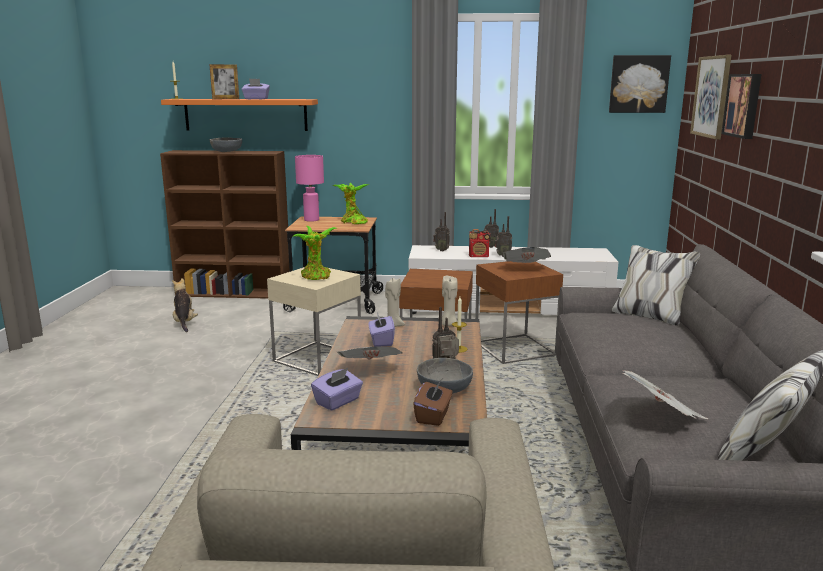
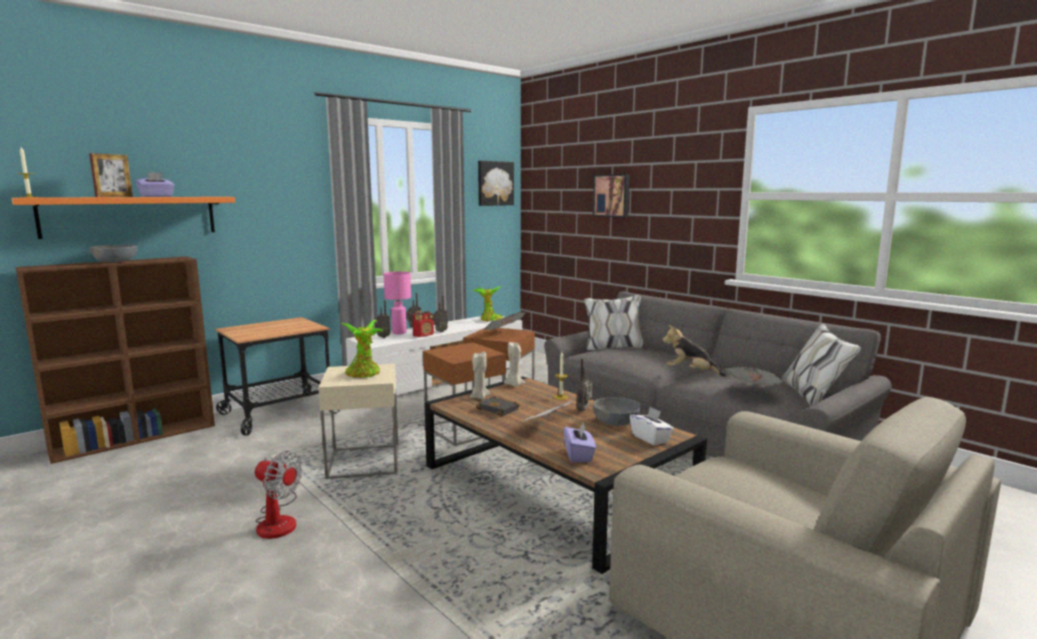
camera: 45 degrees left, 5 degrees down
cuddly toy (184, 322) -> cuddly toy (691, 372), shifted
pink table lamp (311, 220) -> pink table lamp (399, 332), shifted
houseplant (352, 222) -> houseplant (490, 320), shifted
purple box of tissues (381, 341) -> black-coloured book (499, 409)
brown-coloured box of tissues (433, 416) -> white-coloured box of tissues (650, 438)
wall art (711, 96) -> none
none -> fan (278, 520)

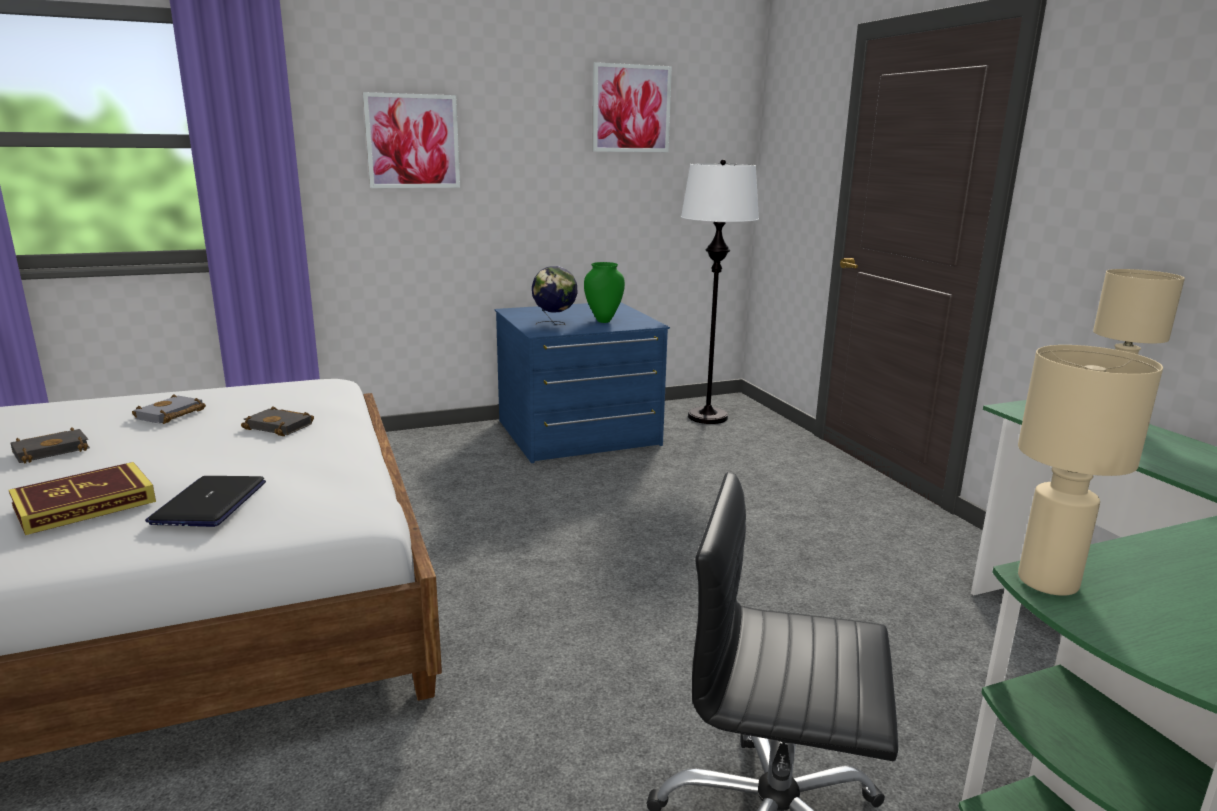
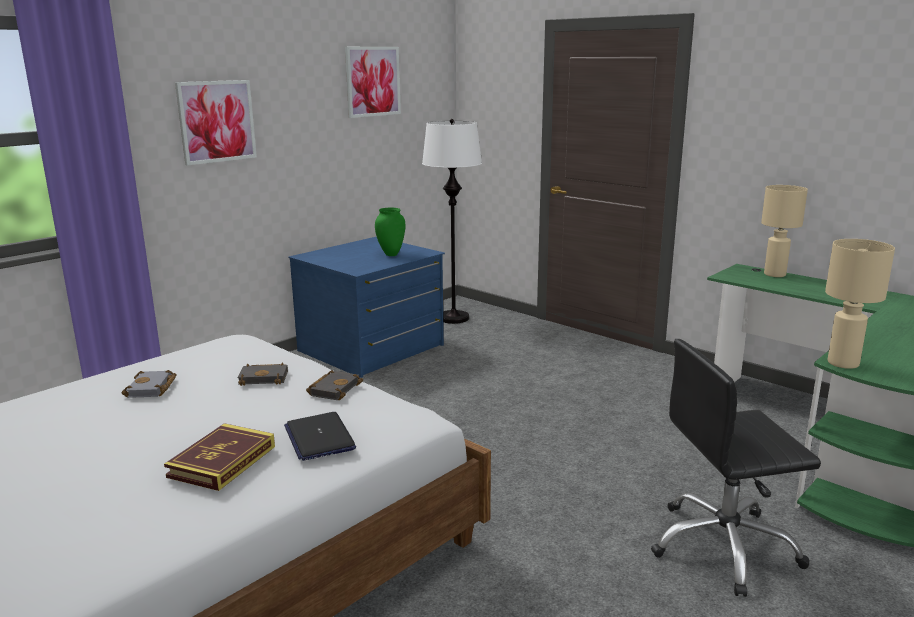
camera: 25 degrees left, 0 degrees up
black-coloured book (53, 450) -> black-coloured book (334, 389), shifted
world globe (554, 324) -> none

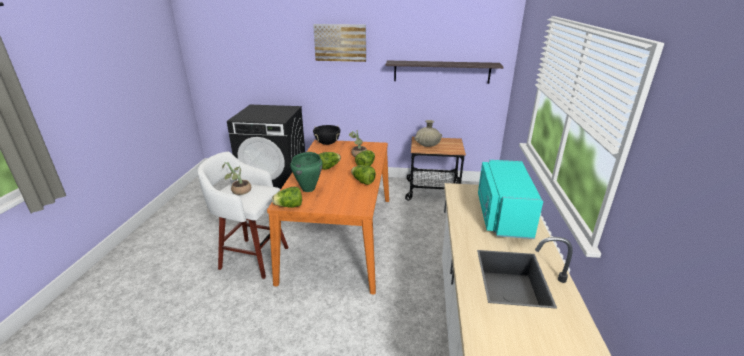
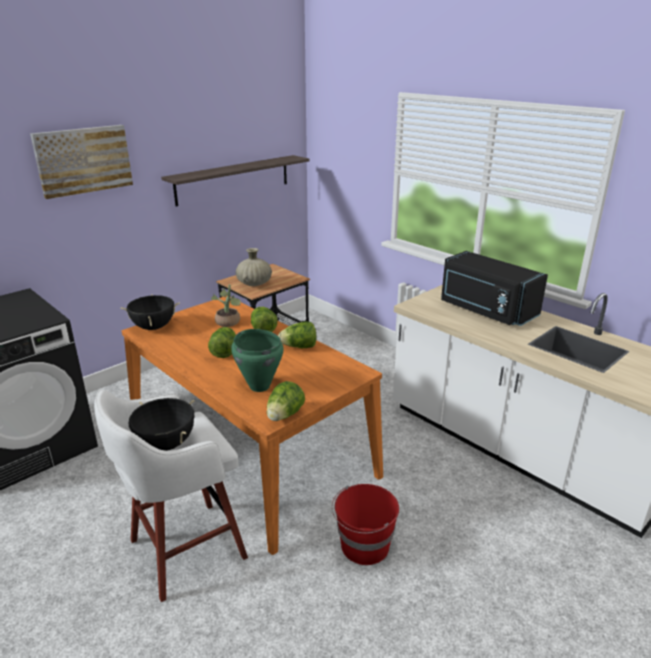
camera: 50 degrees left, 0 degrees up
houseplant (239, 191) -> black-coloured stockpot (166, 444)
blue-green microwave oven (501, 215) -> black-coloured microwave oven (485, 310)
none -> red-coloured pail (364, 546)

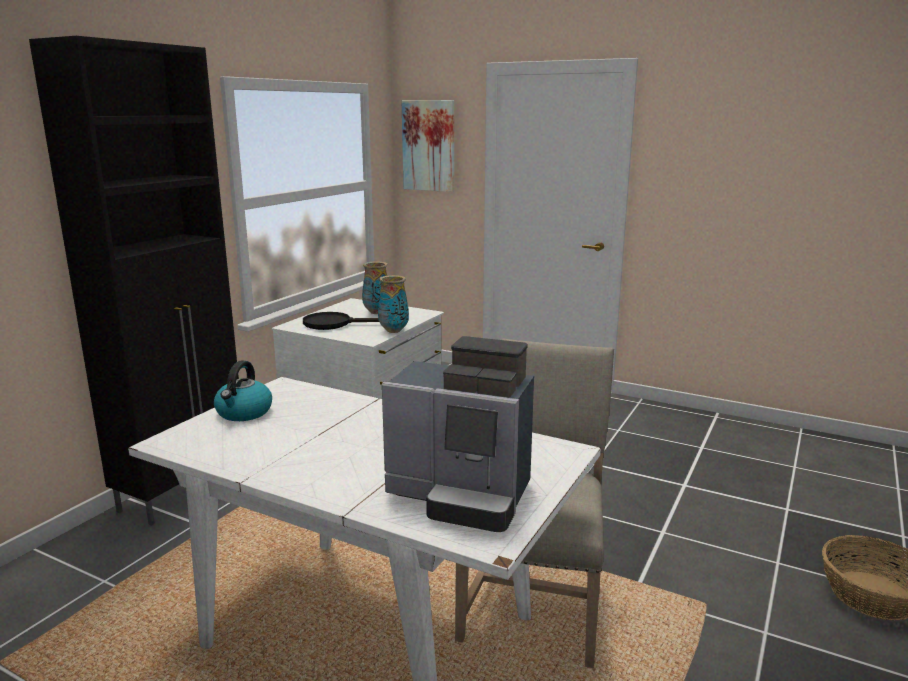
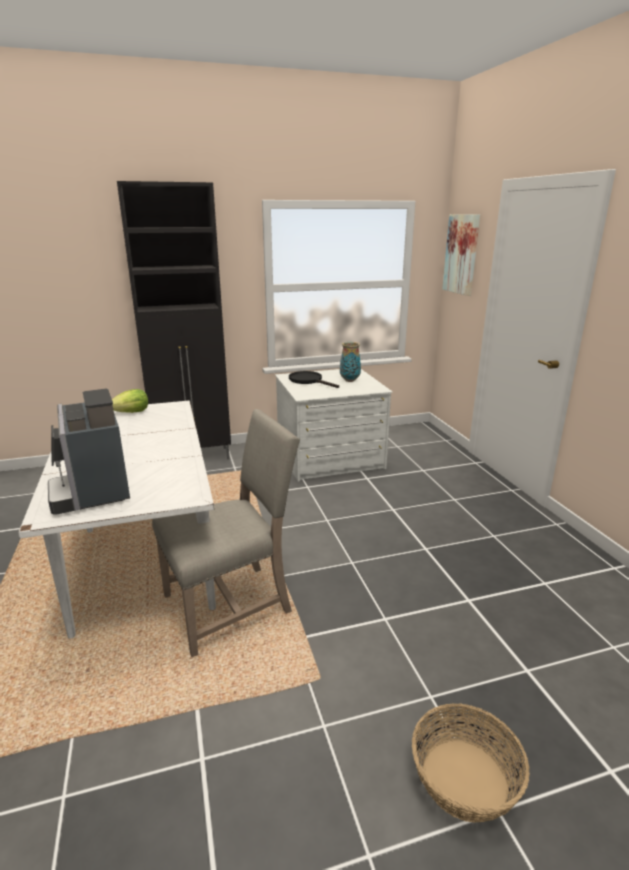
camera: 45 degrees right, 5 degrees up
kettle (244, 413) -> lettuce (131, 412)
decorative vase (394, 331) -> none

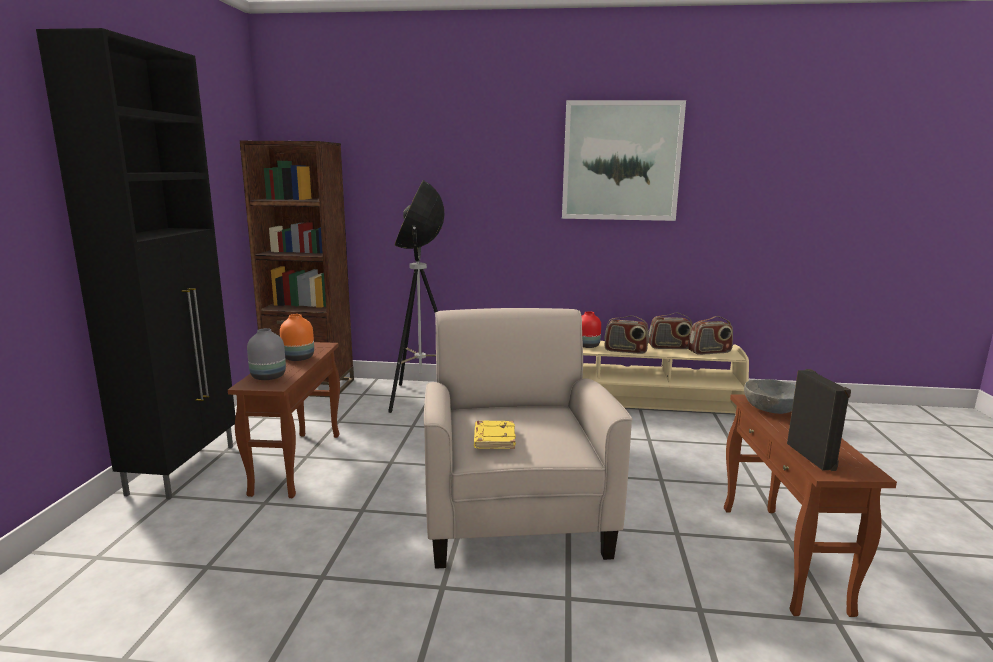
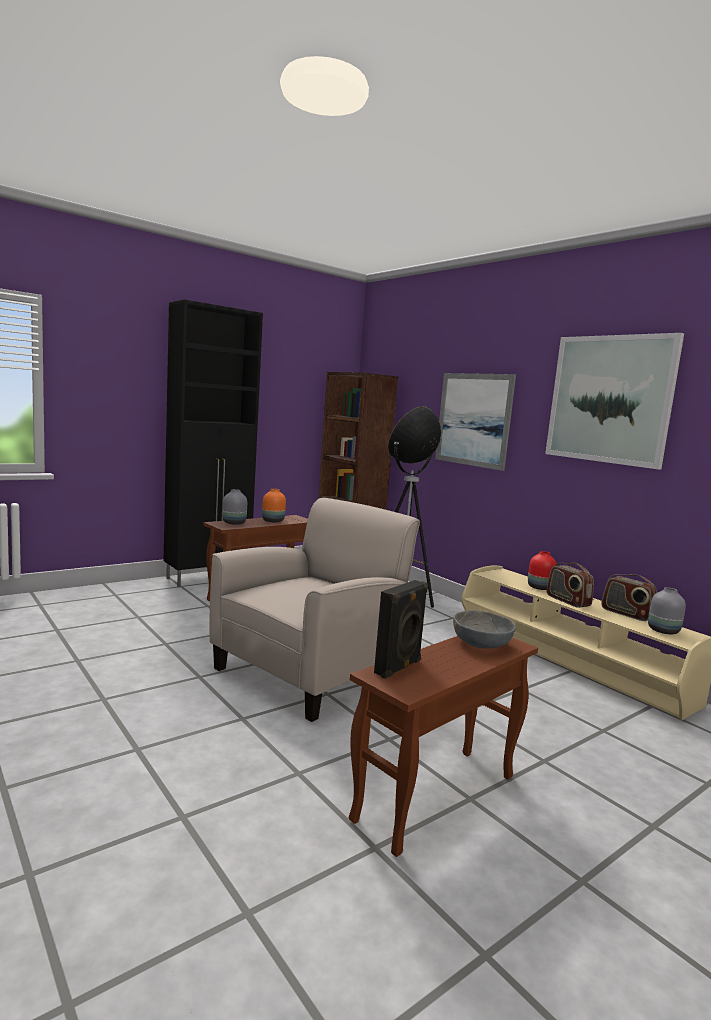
camera: 45 degrees right, 5 degrees down
yellow book (493, 439) -> none
radio set (709, 352) -> gray decorative vase (664, 631)
none -> wall art (473, 419)

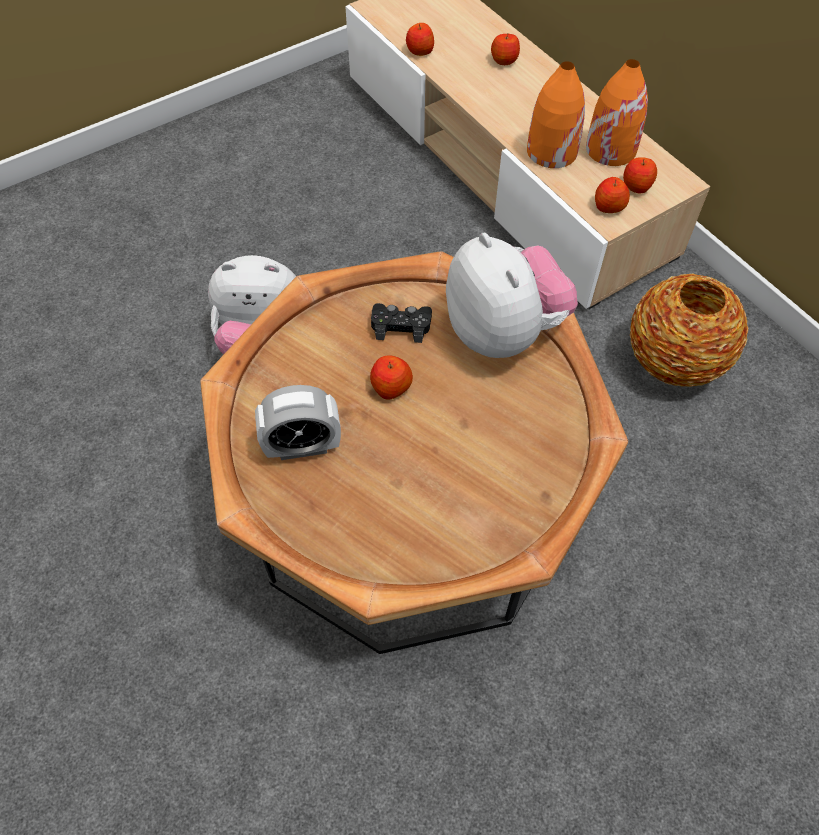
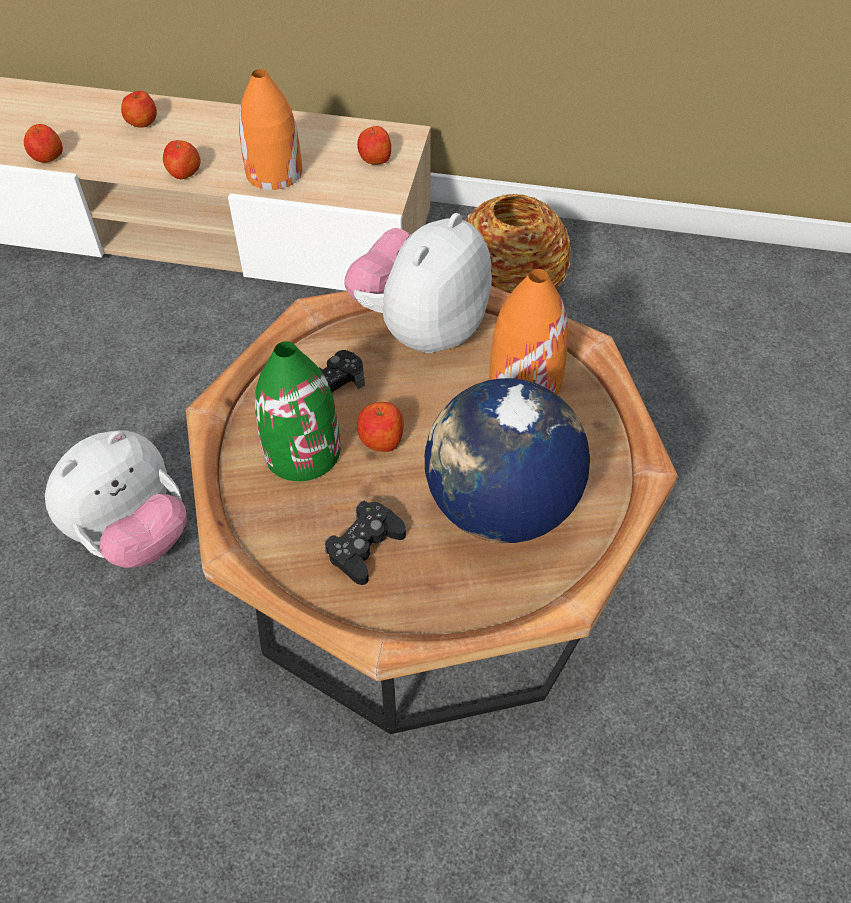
camera: 45 degrees left, 5 degrees down
table clock (303, 446) -> black-coloured joypad (364, 547)
cuddly toy (503, 332) -> cuddly toy (421, 328), 75 degrees counterclockwise
orange-coloured decorative vase (610, 149) -> orange-coloured decorative vase (524, 380), shifted
apple (609, 206) -> apple (184, 172), shifted
none -> green decorative vase (302, 450)
none -> world globe (500, 506)

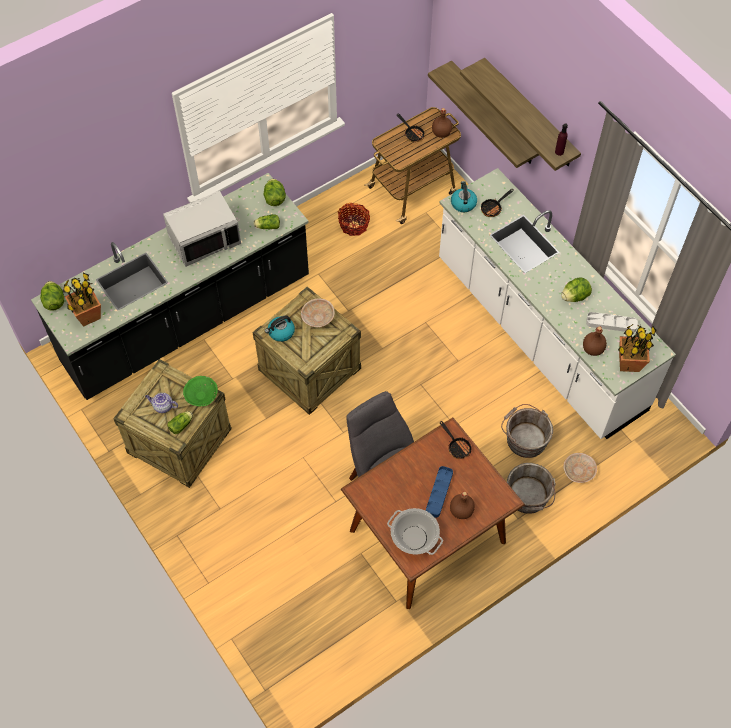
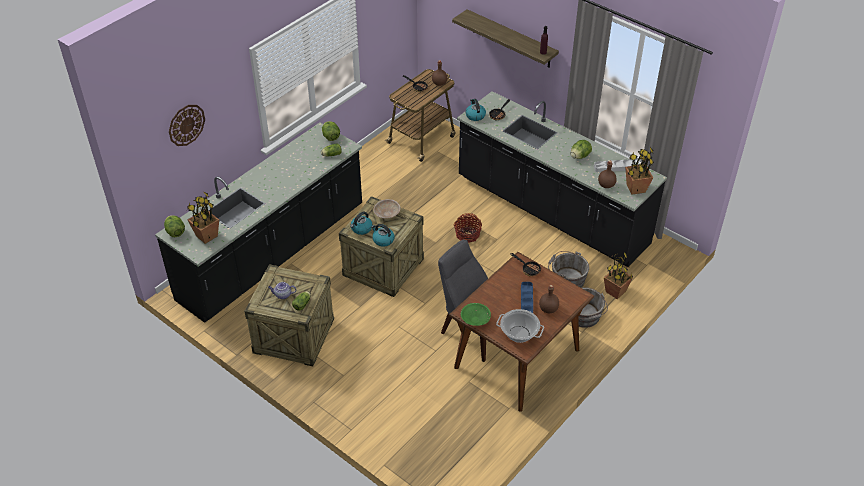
camera: 15 degrees left, 15 degrees down
gray microwave oven (204, 239) -> none
green bowl (201, 395) -> green bowl (475, 319), shifted
storage basket (354, 225) -> storage basket (467, 234), shifted
shelf (494, 114) -> none
white-coloured kitchen base unit (538, 335) -> black-coloured kitchen base unit (551, 212)
beige bowl (579, 471) -> houseplant (615, 292)
none -> wall clock (186, 125)
none -> kettle (383, 240)

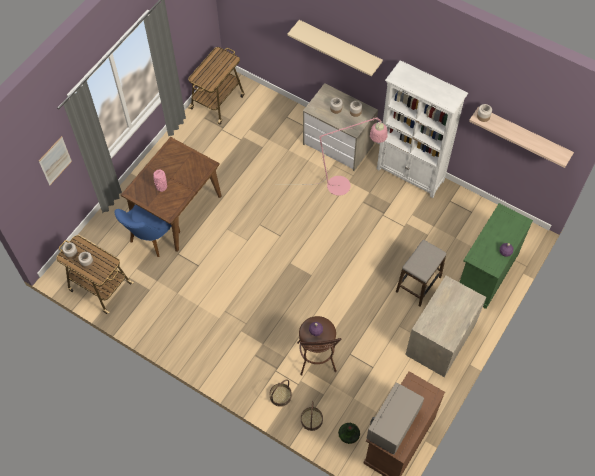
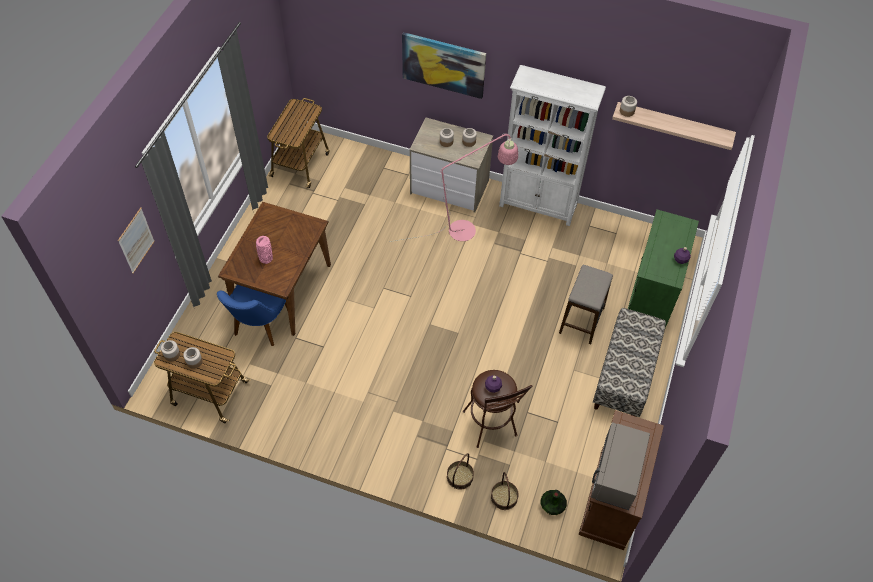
camera: 15 degrees left, 5 degrees down
beige shelf (340, 45) -> wall art (443, 64)
dresser (440, 340) -> bench (624, 376)

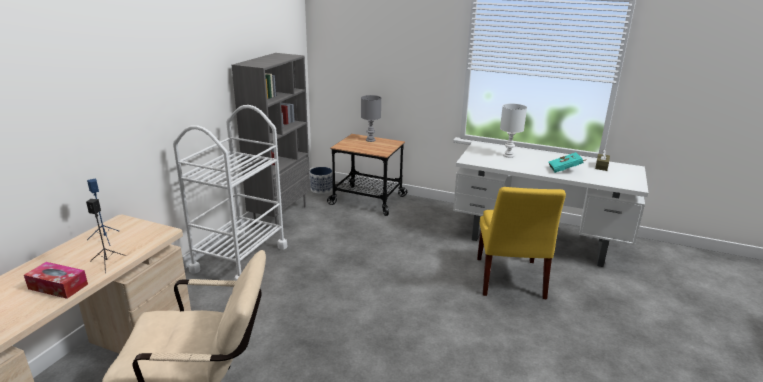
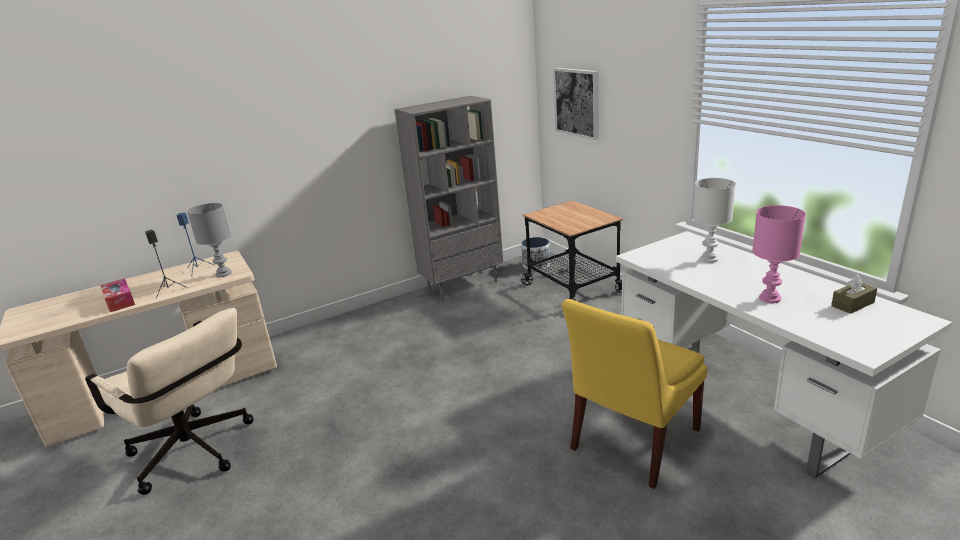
camera: 40 degrees right, 0 degrees up
white-coloured wheeled cart (240, 258) -> none
gray table lamp (370, 140) -> gray table lamp (224, 273), shifted
blue-green book (565, 170) -> pink table lamp (769, 298)
none -> wall art (577, 102)

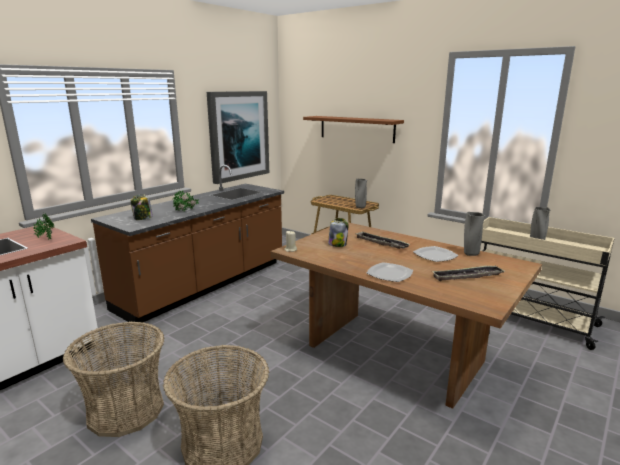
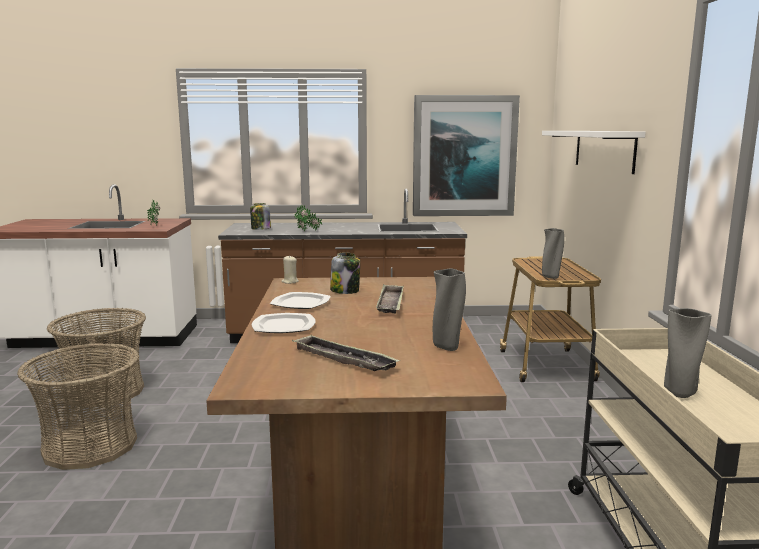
camera: 50 degrees right, 5 degrees down
brown-coloured shelf (356, 128) -> white-coloured shelf (603, 150)
plate (435, 255) -> plate (301, 303), shifted

